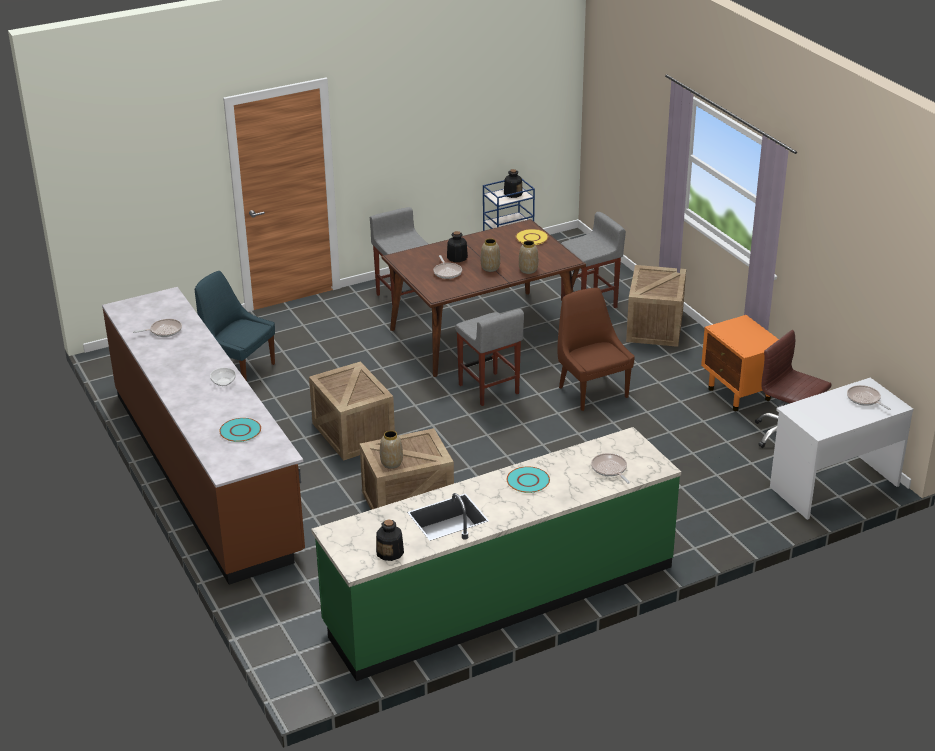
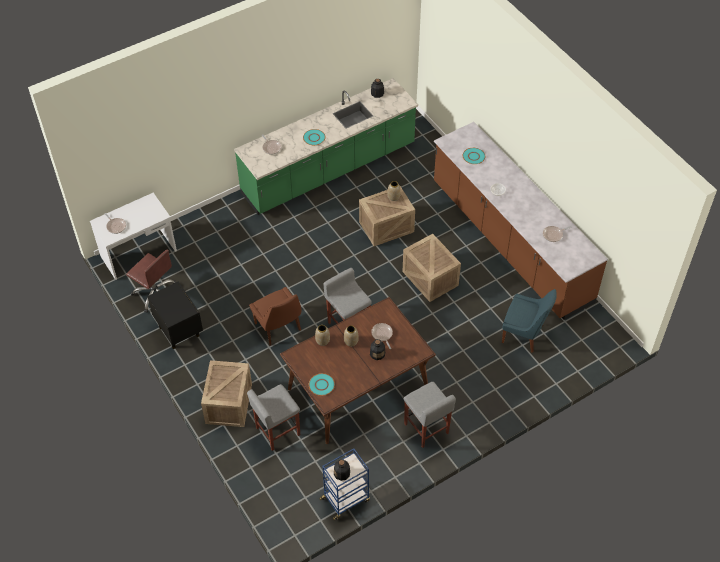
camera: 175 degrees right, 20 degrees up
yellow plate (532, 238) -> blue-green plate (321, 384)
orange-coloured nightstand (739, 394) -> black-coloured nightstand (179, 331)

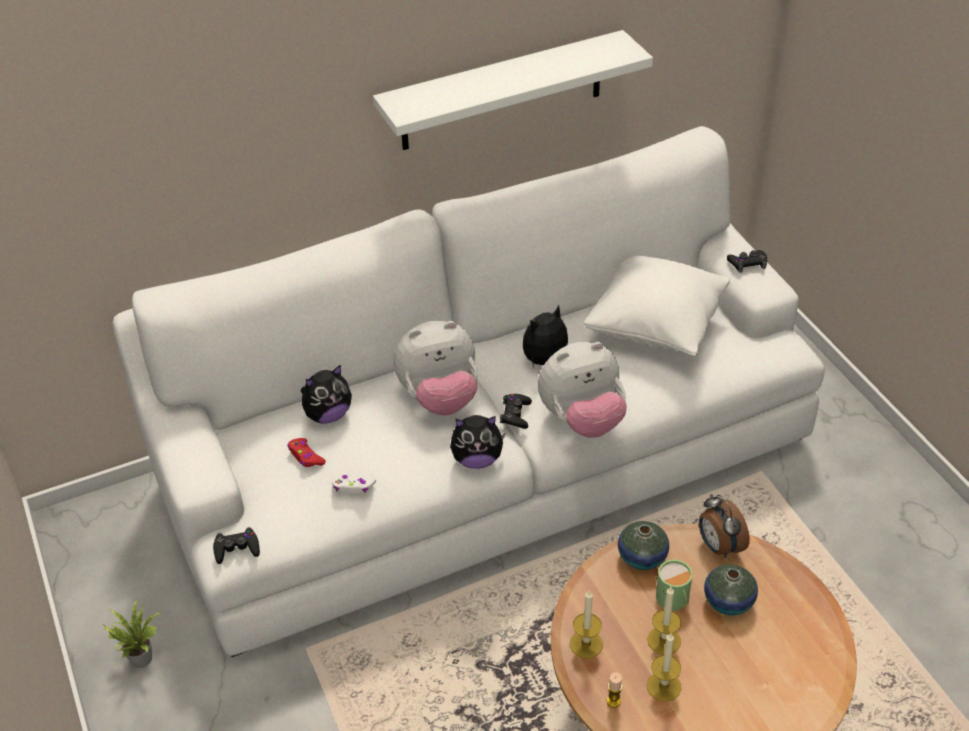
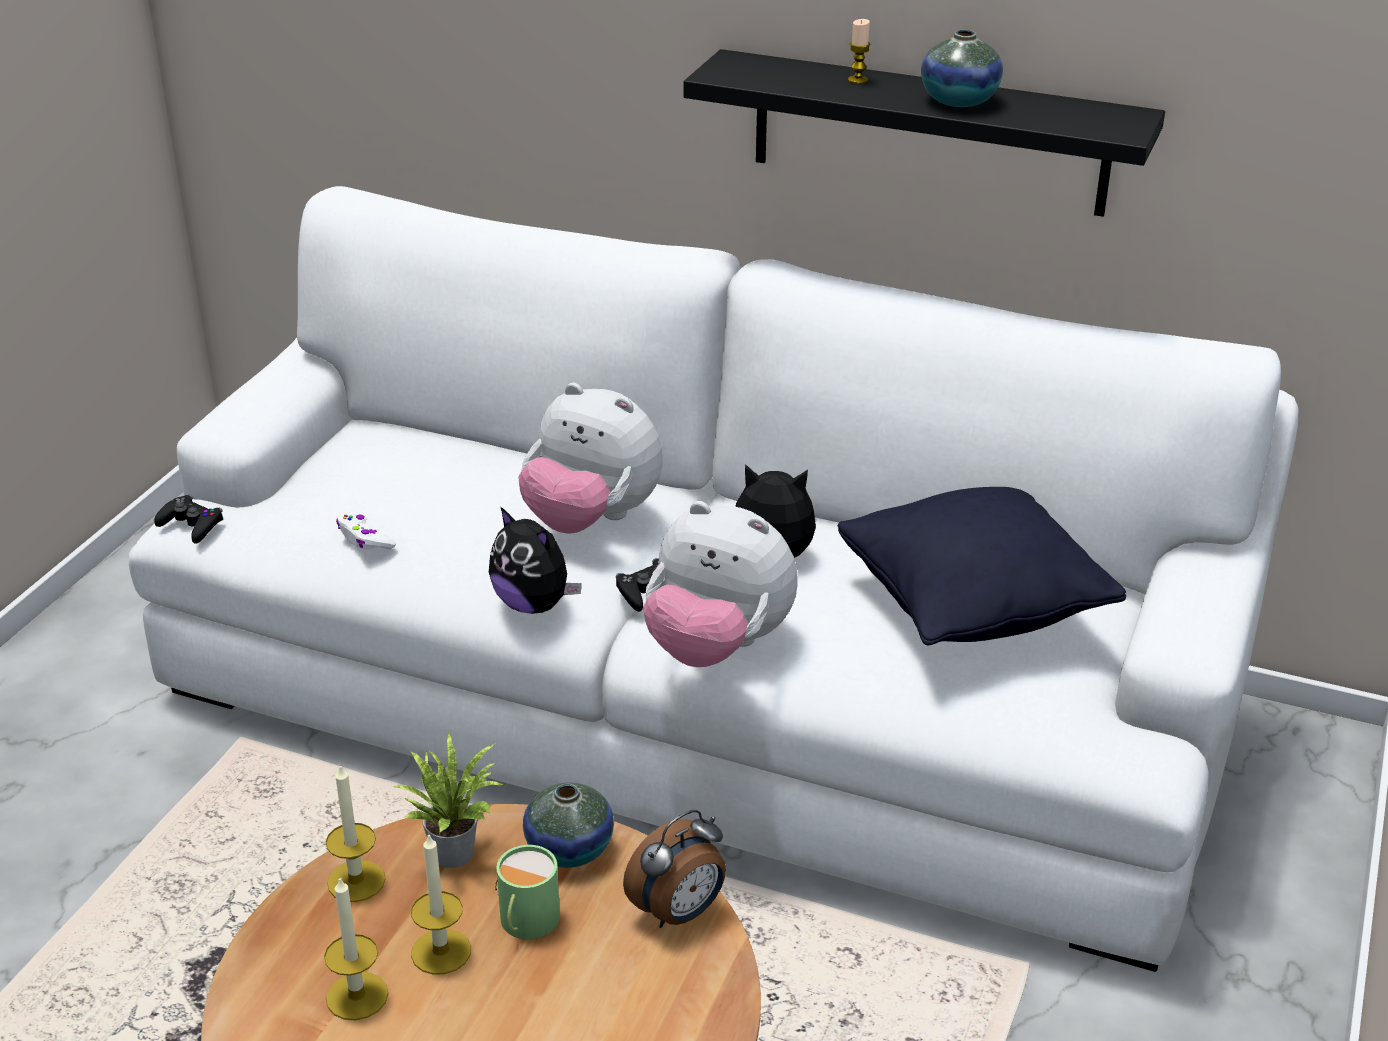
camera: 45 degrees right, 10 degrees down
houseplant (140, 657) -> houseplant (455, 849), shifted
red-coloured joypad (306, 457) -> none
cuddly toy (328, 415) -> none
white-coloured shelf (502, 91) -> black-coloured shelf (929, 133)
white-coloured cushion (655, 327) -> black-coloured cushion (972, 610)
wax light (613, 701) -> wax light (858, 80), shifted
table clock (718, 546) -> table clock (679, 913), 150 degrees counterclockwise
decorative vase (728, 601) -> decorative vase (959, 101), shifted
black-coloured joypad (747, 264) -> none

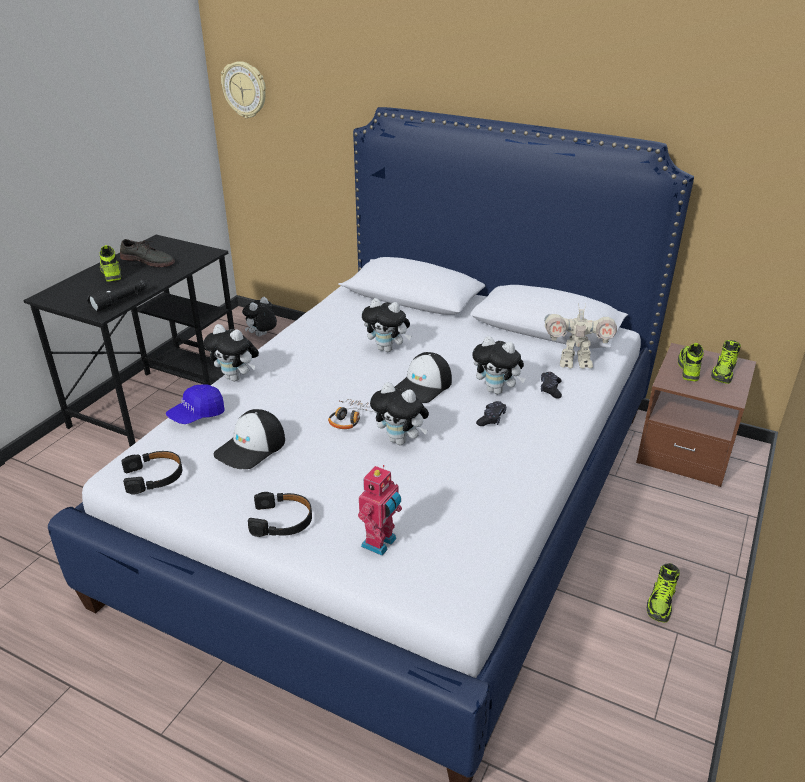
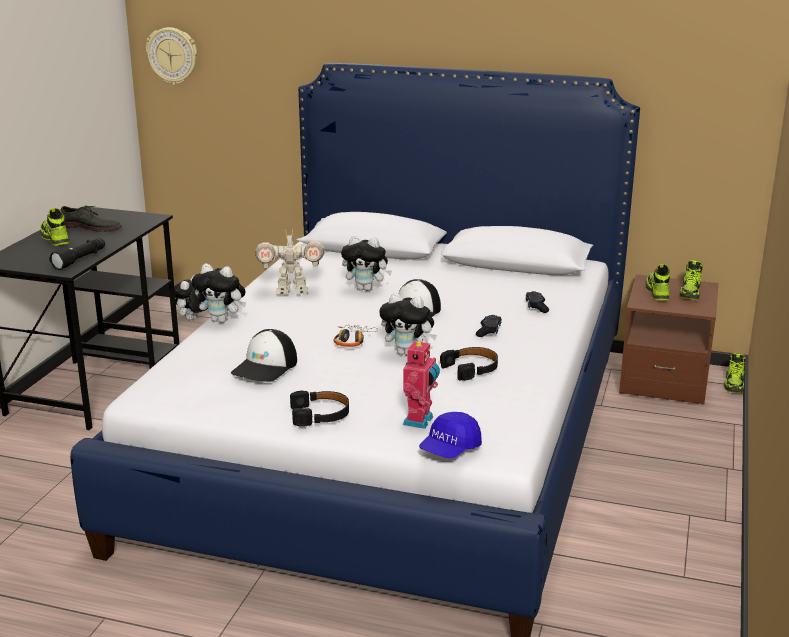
camera: 10 degrees left, 10 degrees down
black-coloured pair of headphones (154, 477) -> black-coloured pair of headphones (471, 369), shifted
blue-coloured baseball cap (197, 415) -> blue-coloured baseball cap (450, 449), shifted
cuddly toy (497, 390) -> none
model robot (574, 363) -> model robot (291, 291), shifted
low shoe (661, 602) -> low shoe (734, 385), shifted

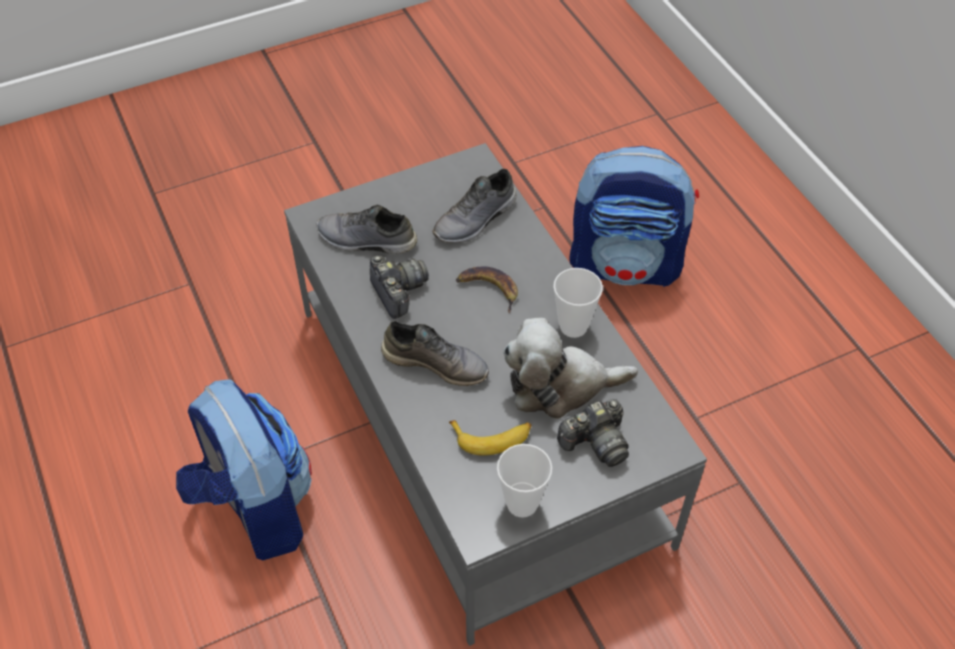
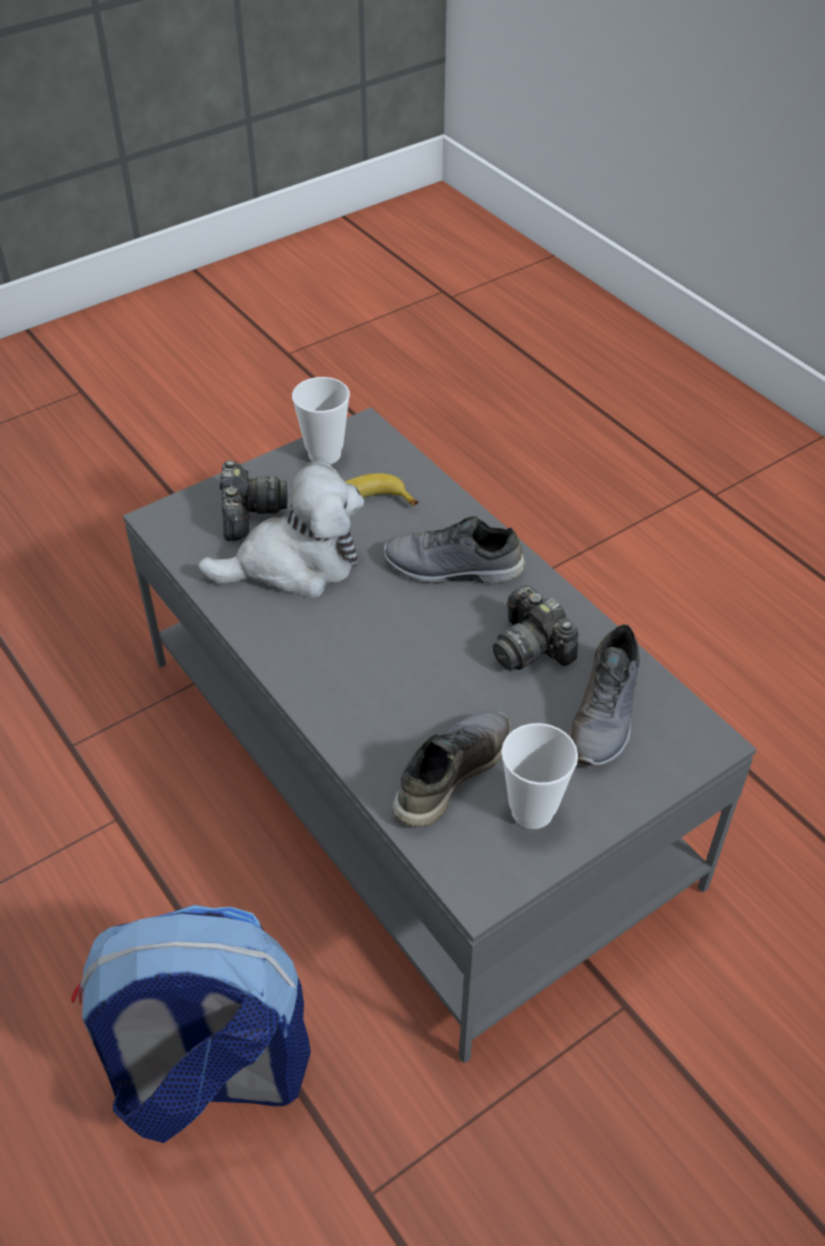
camera: 170 degrees right, 5 degrees down
knapsack (255, 508) -> none
gray low shoe (366, 241) -> gray low shoe (606, 714), 105 degrees clockwise
whole banana (488, 289) -> none
cup (573, 326) -> cup (532, 811), shifted
photo camera (596, 442) -> photo camera (249, 513), 120 degrees clockwise

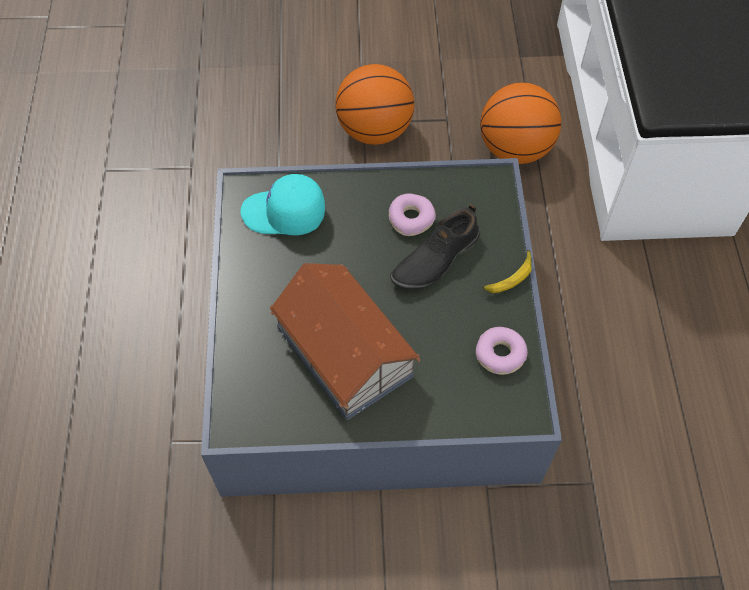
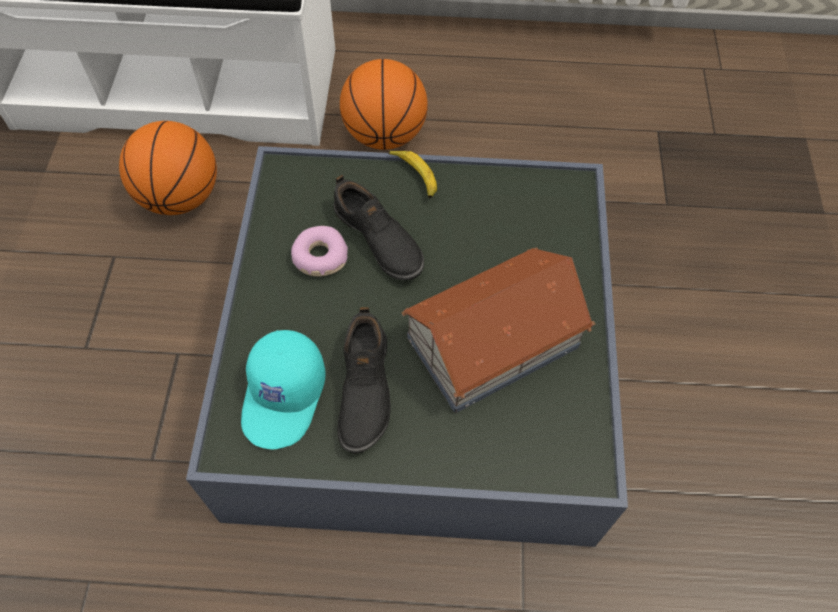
camera: 85 degrees left, 0 degrees up
ball for basketball (374, 130) -> ball for basketball (385, 135), shifted
donut (500, 355) -> none
none -> black-coloured low shoe (363, 389)

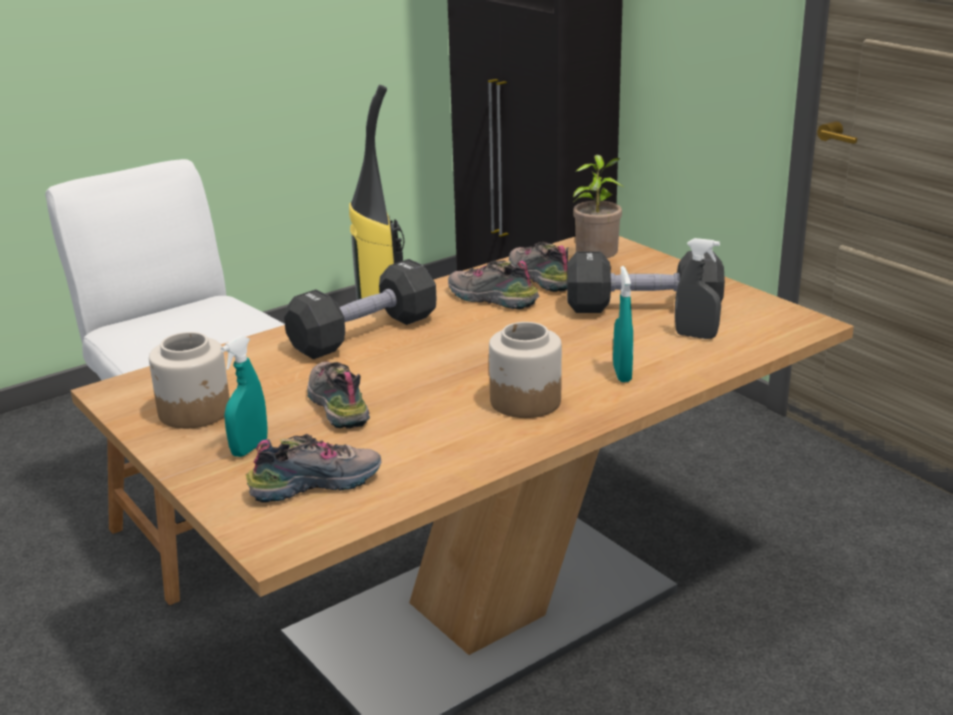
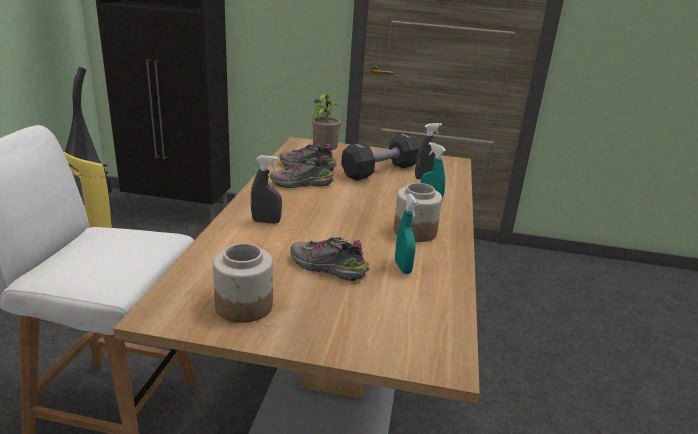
camera: 45 degrees left, 0 degrees up
blue-green hand sprayer (249, 448) -> blue-green hand sprayer (402, 267), shifted
low shoe (316, 484) -> none
black-coloured hand weight (364, 334) -> gray hand sprayer (266, 222)

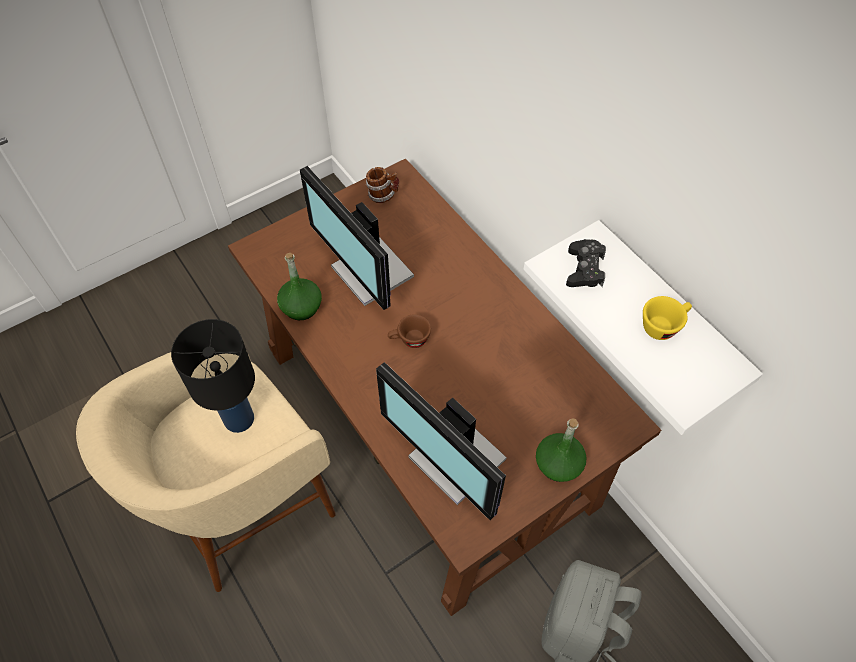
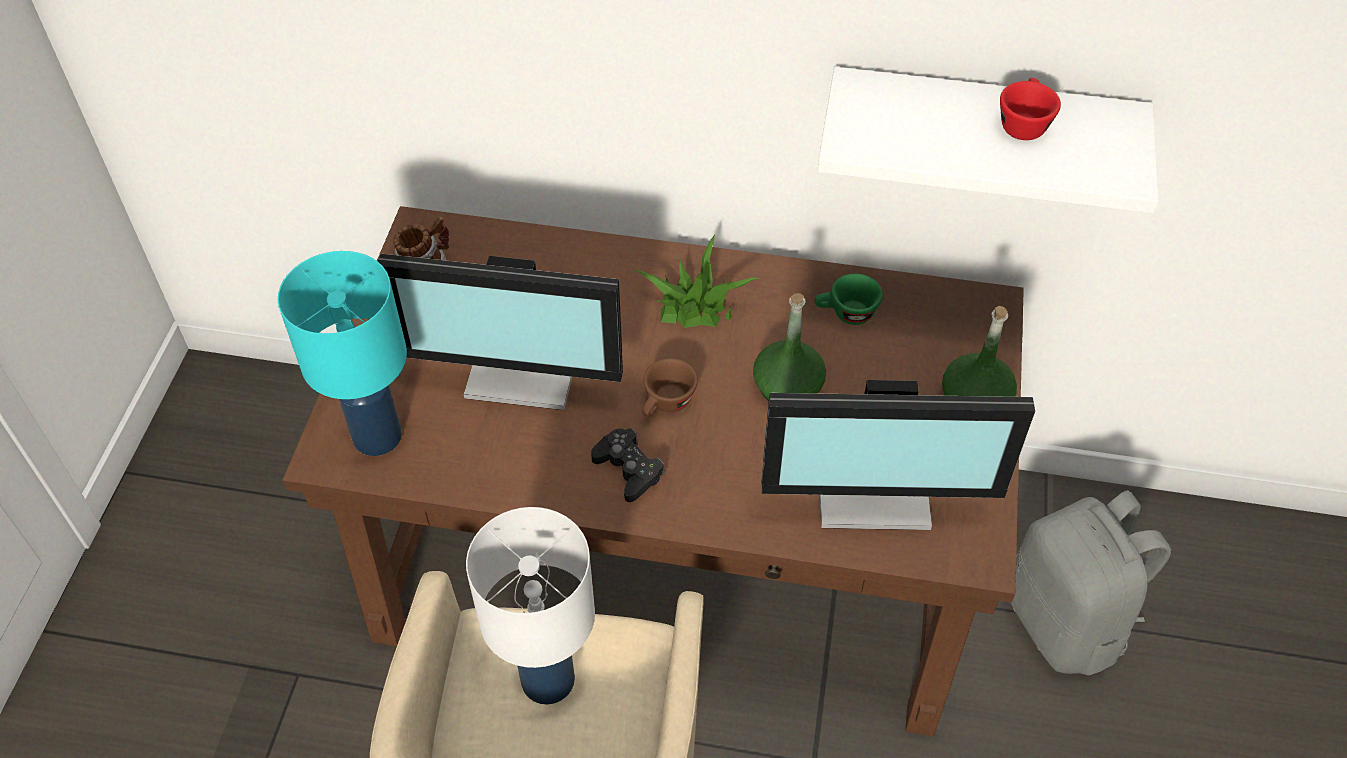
camera: 45 degrees left, 5 degrees down
black-coloured table lamp (239, 418) -> white-coloured table lamp (548, 678)
green beverage bottle (301, 307) -> green beverage bottle (787, 388), shifted
black-coloured joypad (584, 269) -> black-coloured joypad (628, 469), shifted
yellow cup (663, 325) -> red-coloured cup (1022, 123)
none -> blue-green table lamp (379, 436)
none -> houseplant (695, 305)
none -> green cup (846, 314)

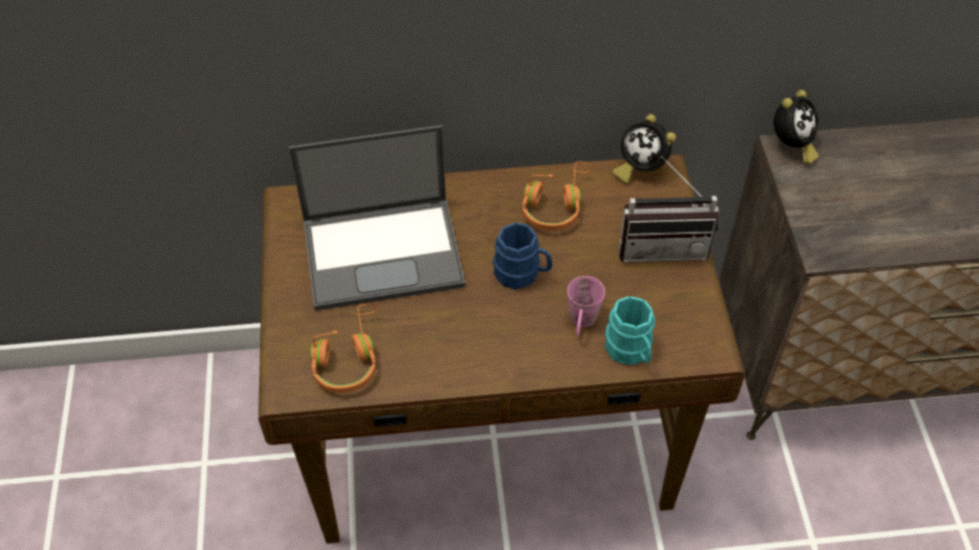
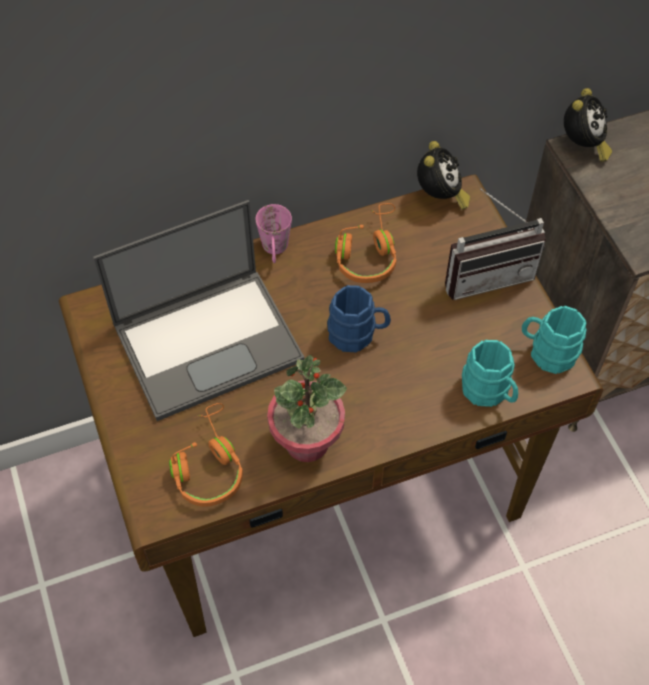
camera: 15 degrees left, 5 degrees up
pink mug (582, 324) -> pink mug (275, 251), shifted
table clock (640, 168) -> table clock (440, 197), 105 degrees counterclockwise
none -> houseplant (307, 441)
none -> blue-green mug (547, 352)

